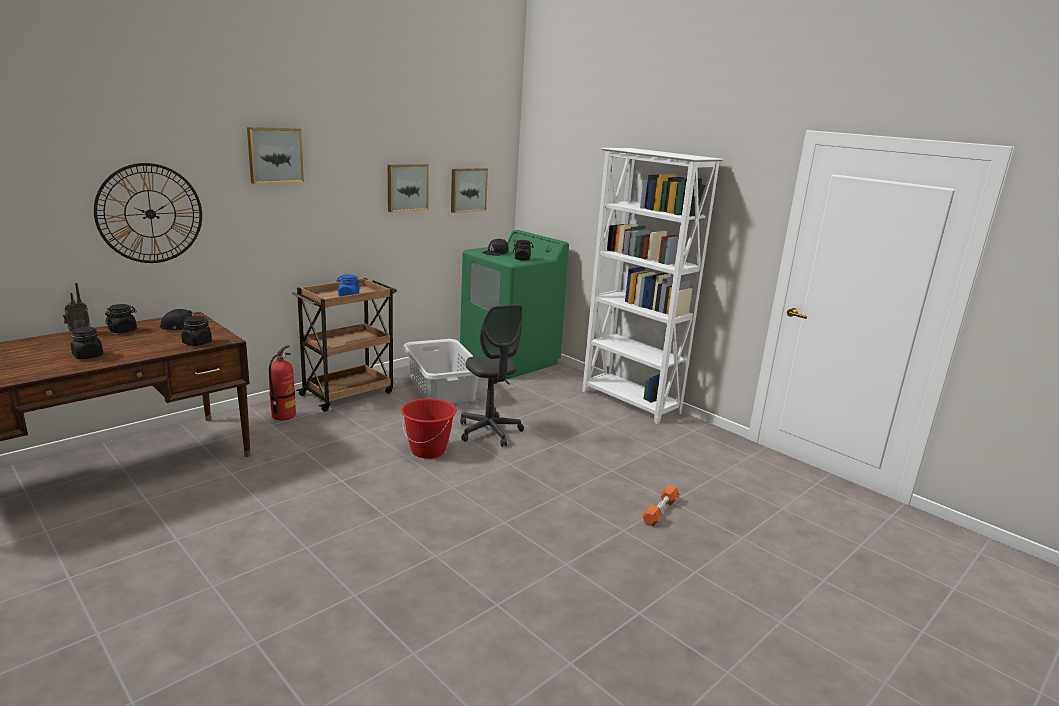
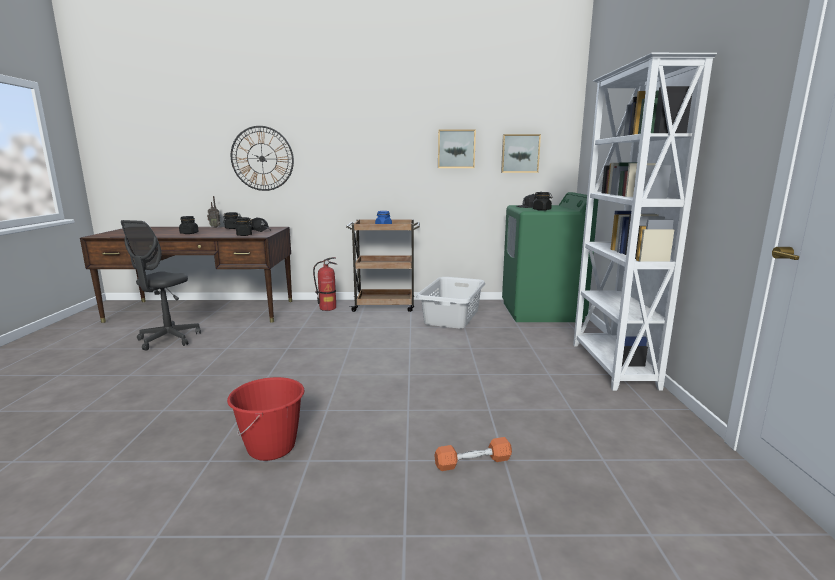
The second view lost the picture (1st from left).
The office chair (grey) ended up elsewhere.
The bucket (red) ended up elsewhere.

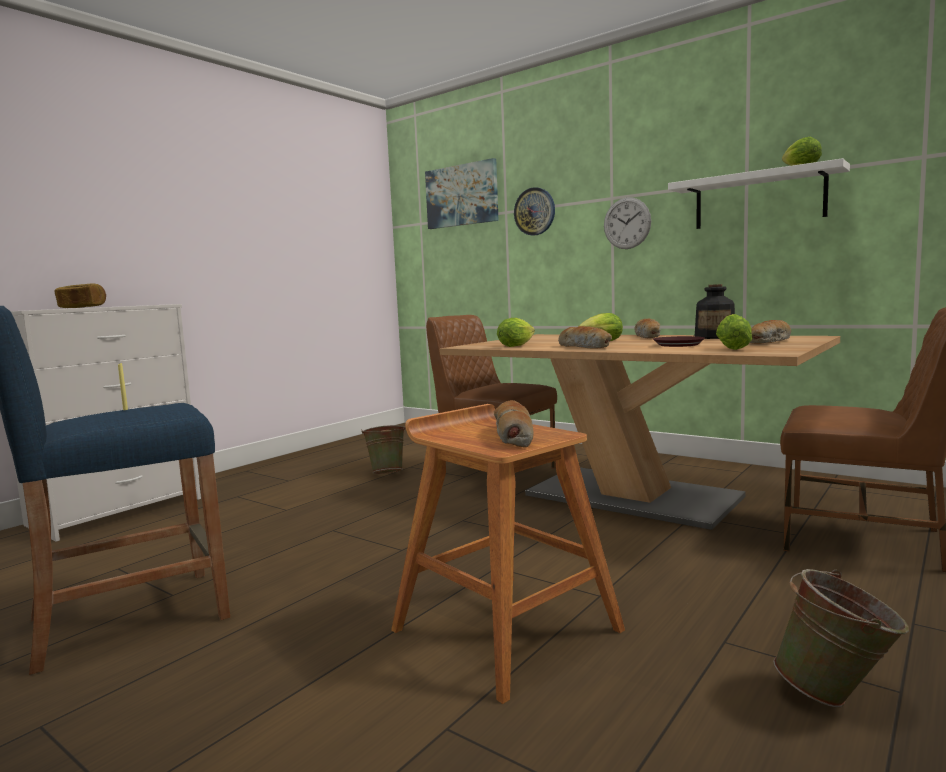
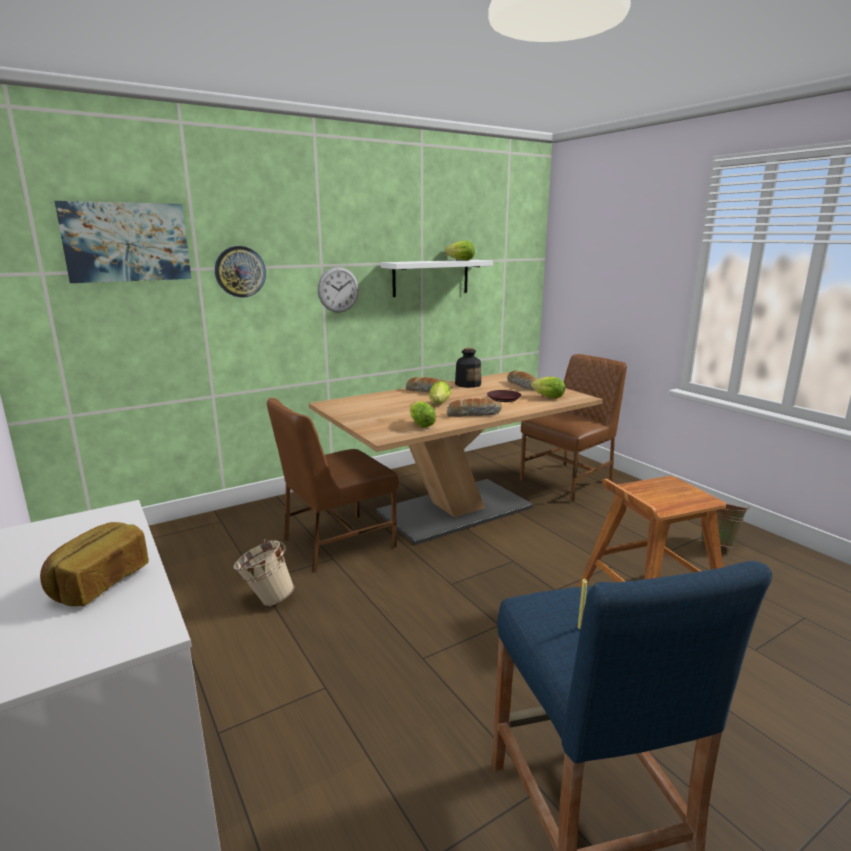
The second view lost the bread (2nd from left).
What was the bucket (green) (1st from left) turned into the bucket (beige).

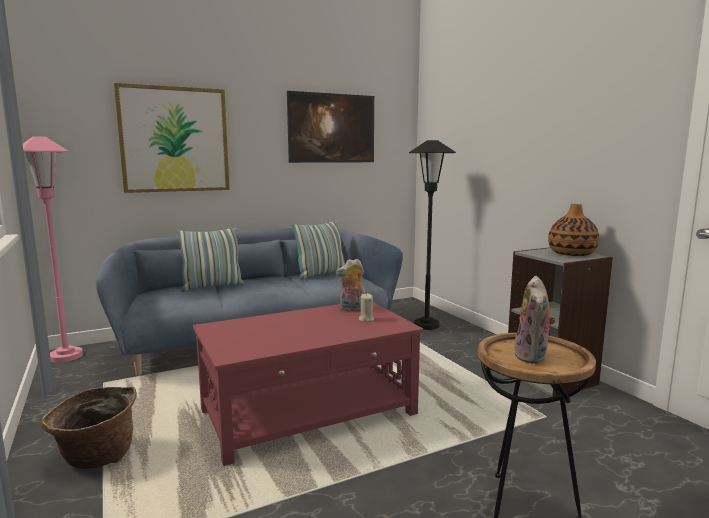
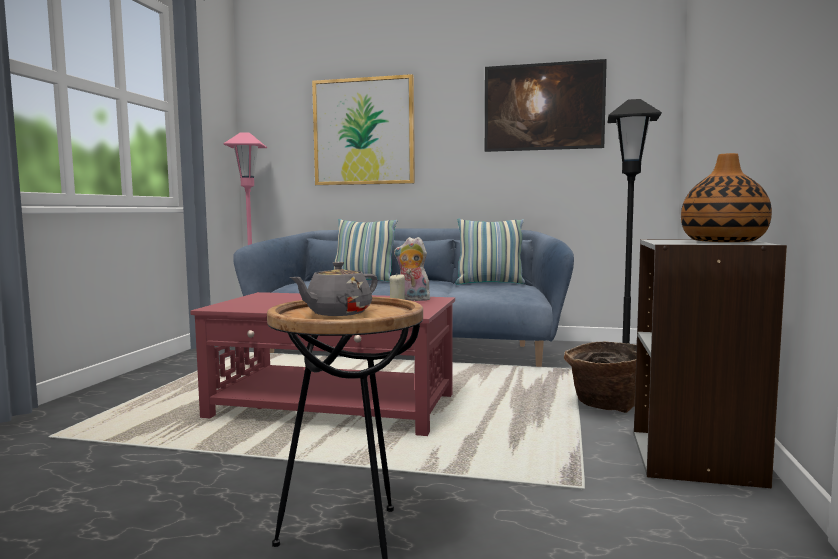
Where the plush toy (2nd from left) stood, the teapot (grey) came to stand.
The basket ended up elsewhere.

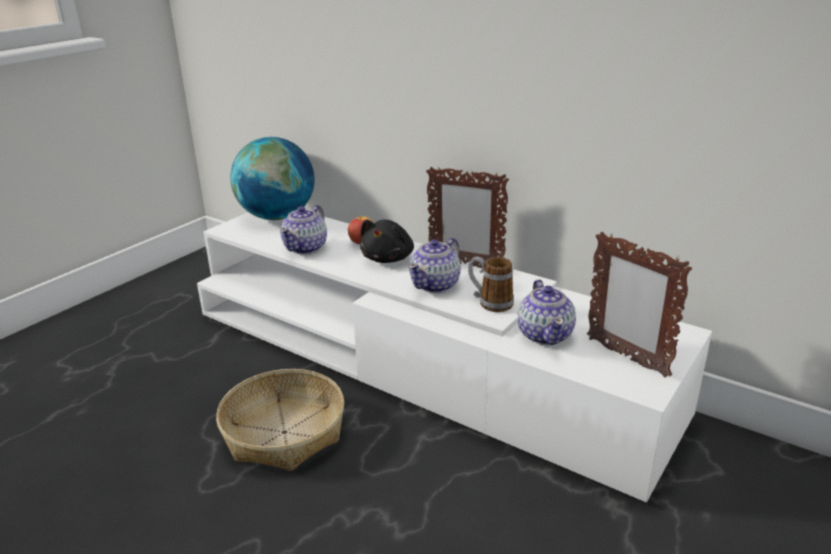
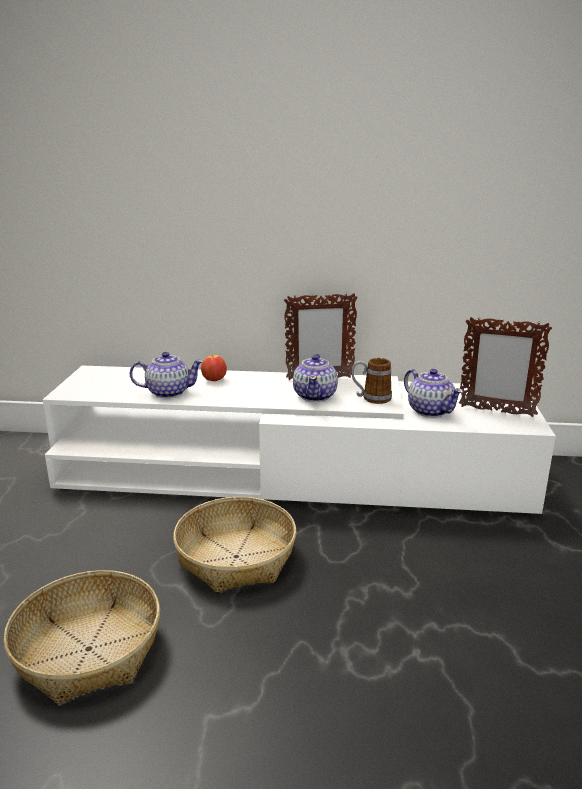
The second view lost the globe.
The teapot (1st from left) ended up facing another way, 90 degrees counterclockwise from before.
The second view lost the plush toy (black).
The second view gained the basket (1st from left).

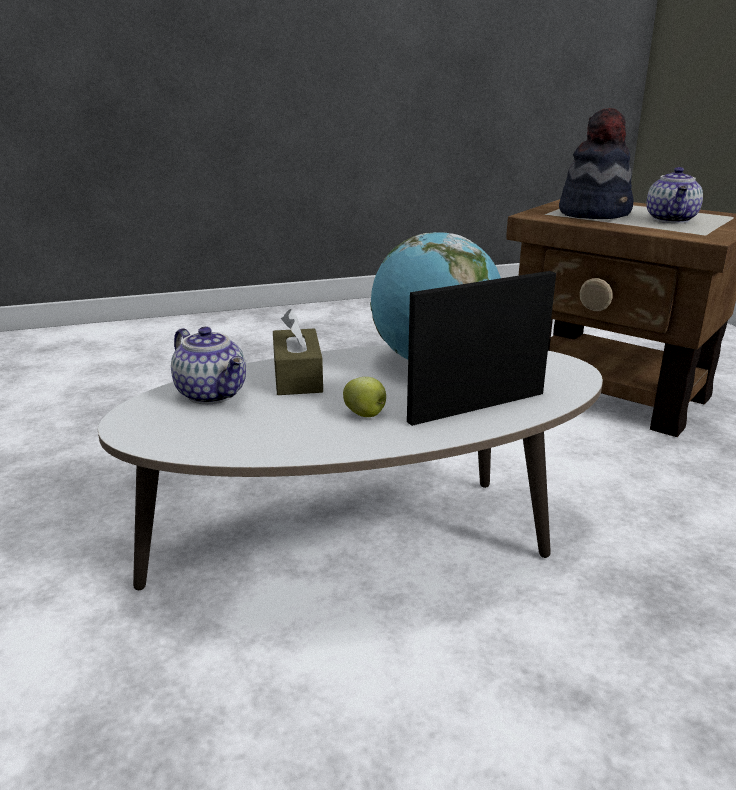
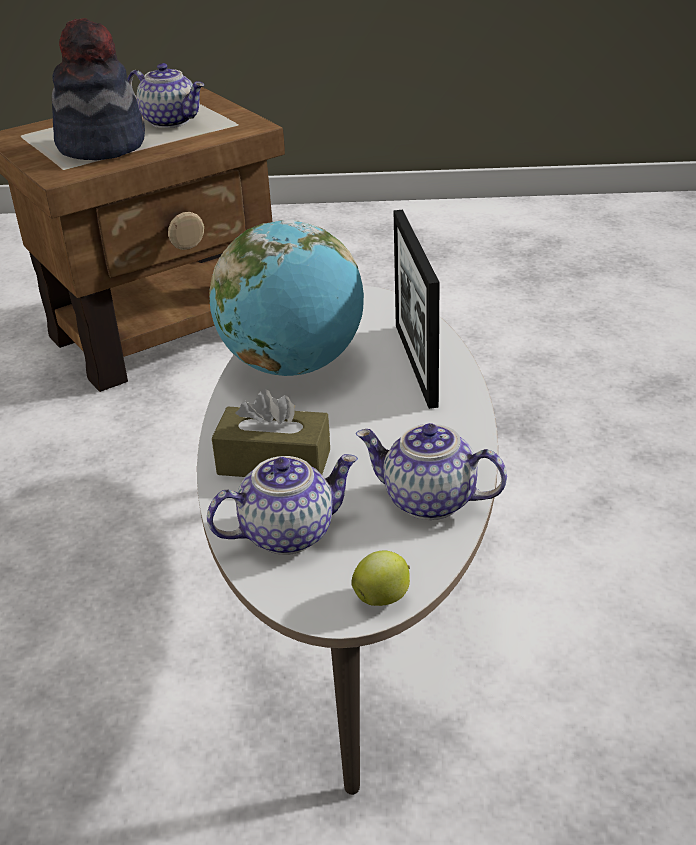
The apple ended up elsewhere.
The second view gained the teapot (3rd from left).

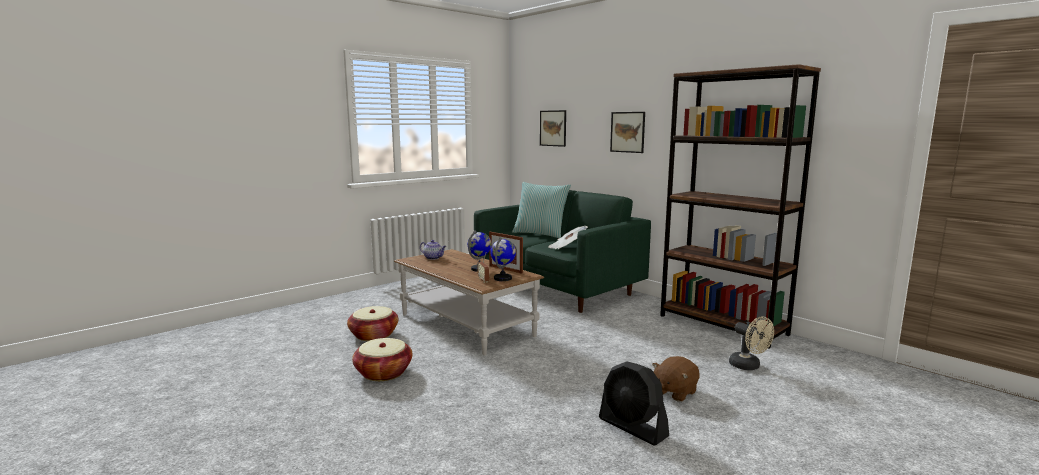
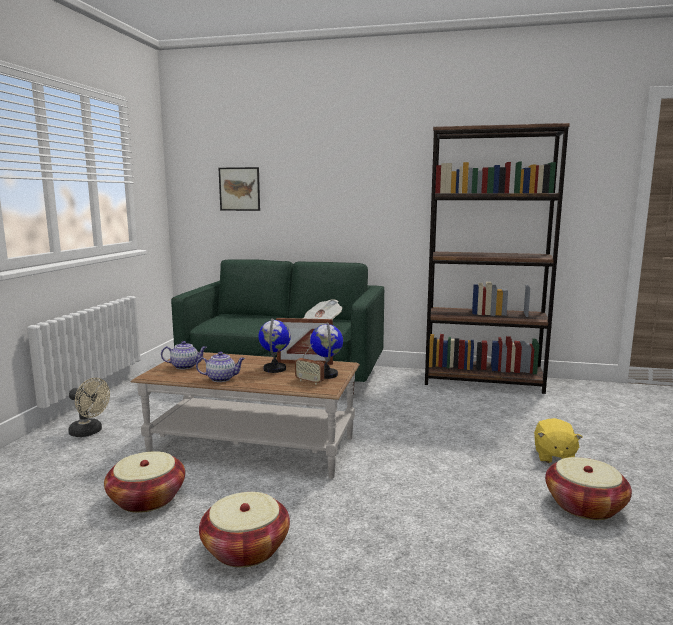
The second view lost the picture (2nd from left).
The second view lost the pillow.
The fan (beige) ended up elsewhere.
What was the plush toy (brown) turned into the plush toy (yellow).
Where the fan (black) stood, the basket (3rd from left) came to stand.
The second view gained the teapot (2nd from left).

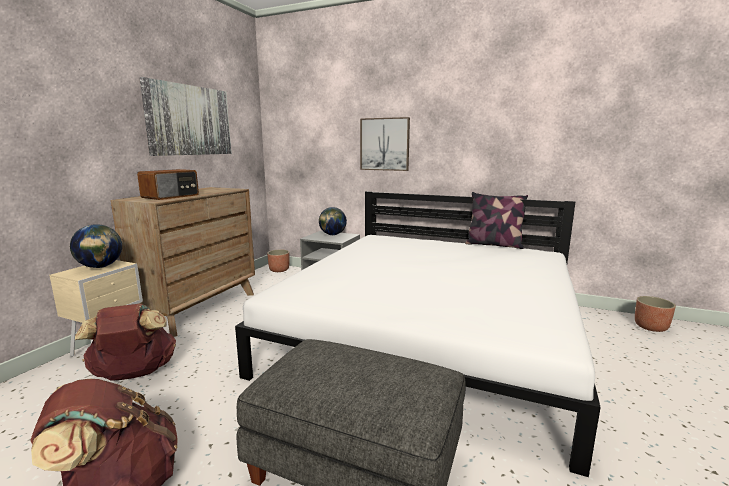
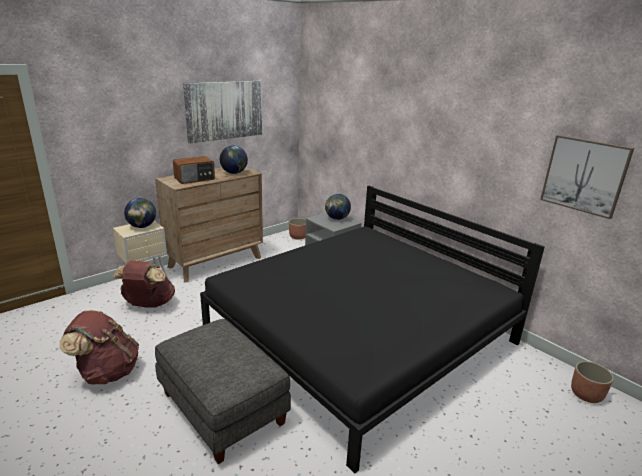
The picture (2nd from left) ended up elsewhere.
What was the bed (white) turned into the bed (black).
The second view lost the pillow.
The second view gained the globe (2nd from left).

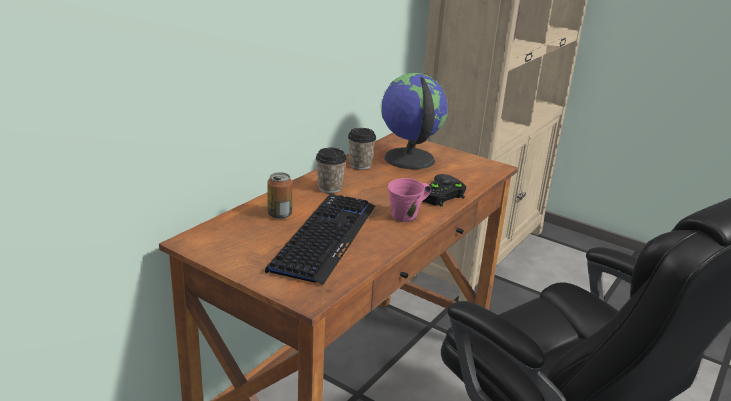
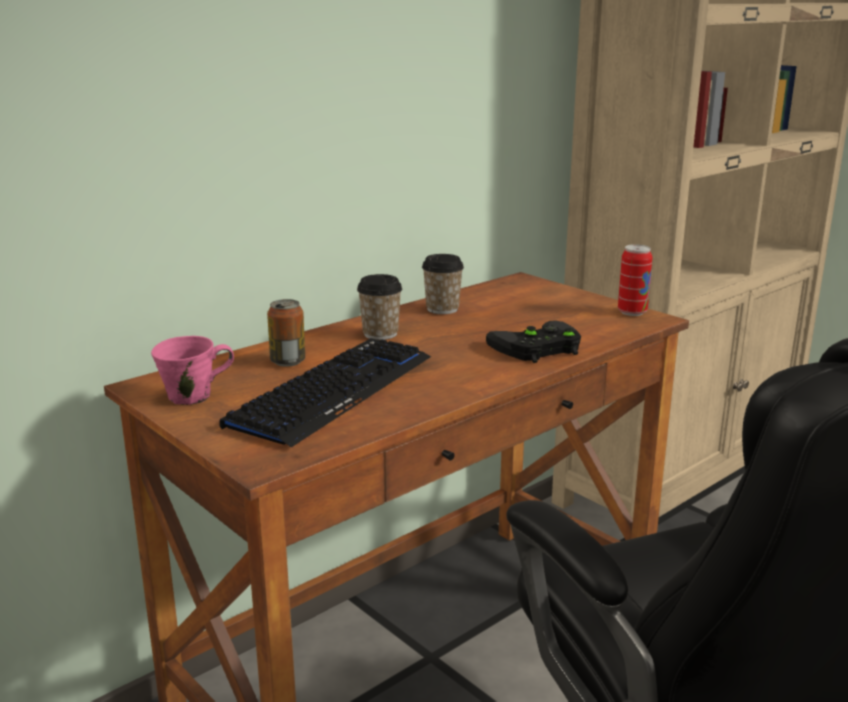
The second view lost the globe.
The mug (pink) ended up elsewhere.
The second view gained the can (2nd from left).

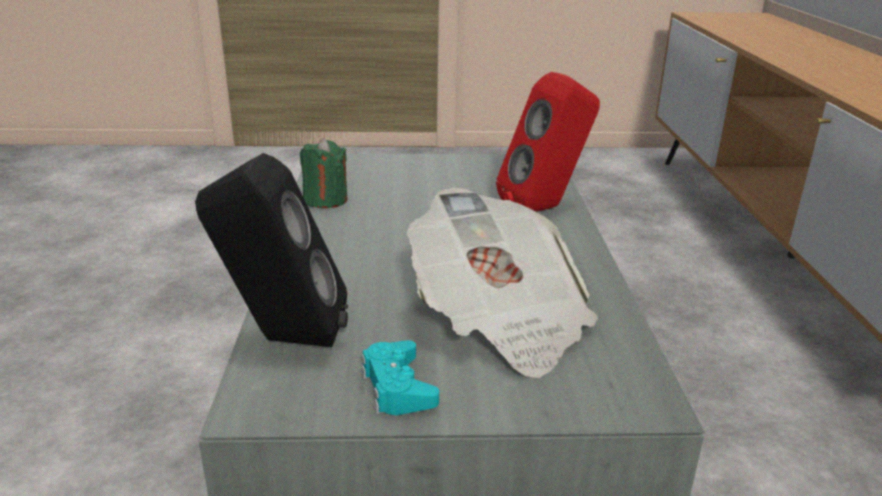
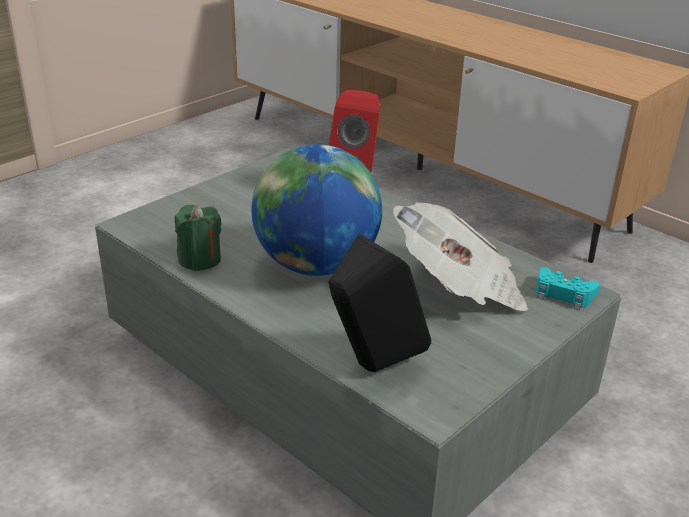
The game controller (turquoise) ended up elsewhere.
The second view gained the globe.

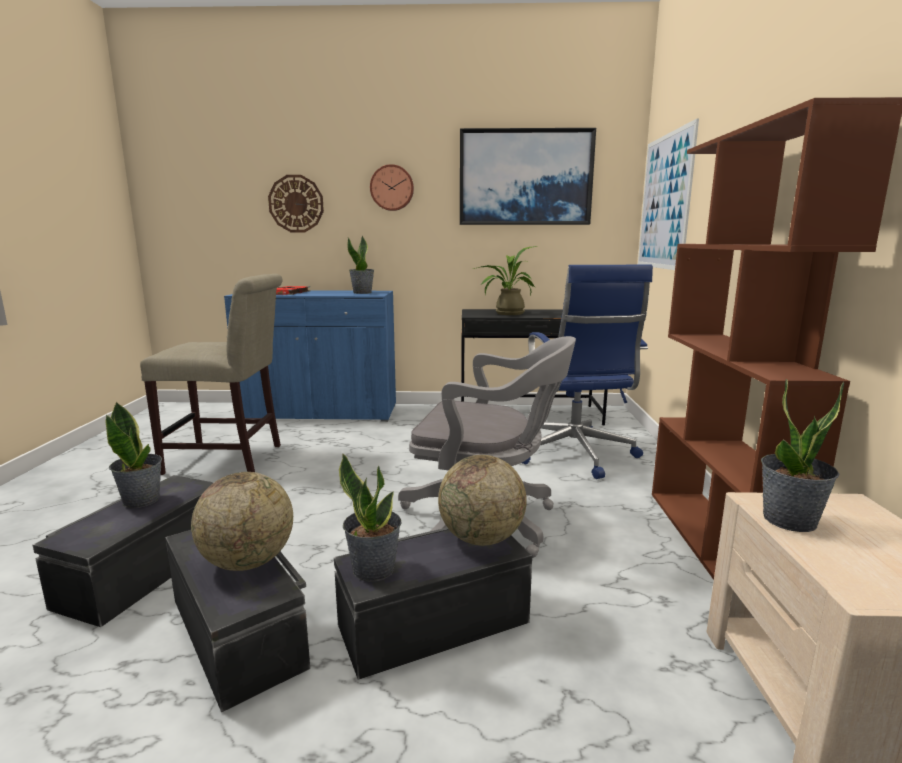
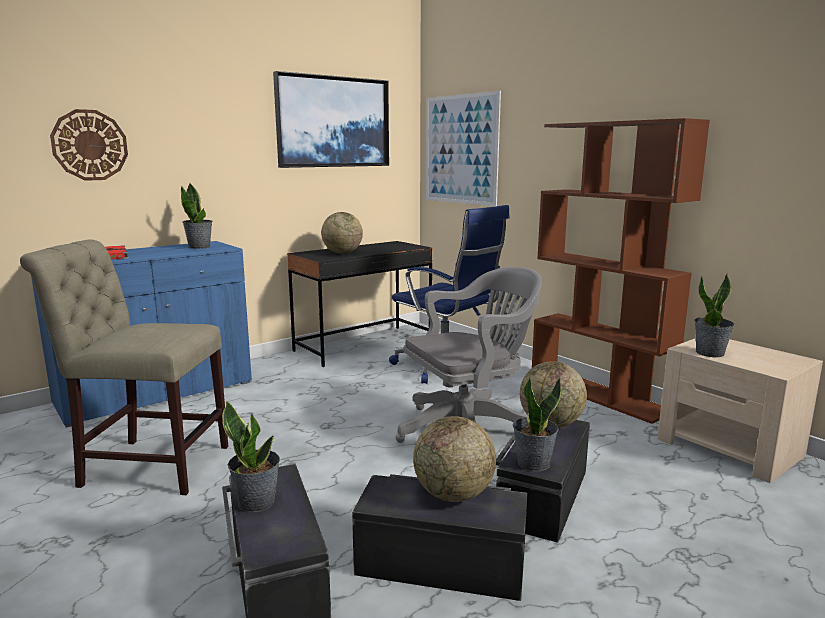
The second view lost the wall clock (2nd from left).
Where the potted plant (4th from left) stood, the globe (1st from left) came to stand.
The chair (beige) ended up facing another way, 135 degrees counterclockwise from before.

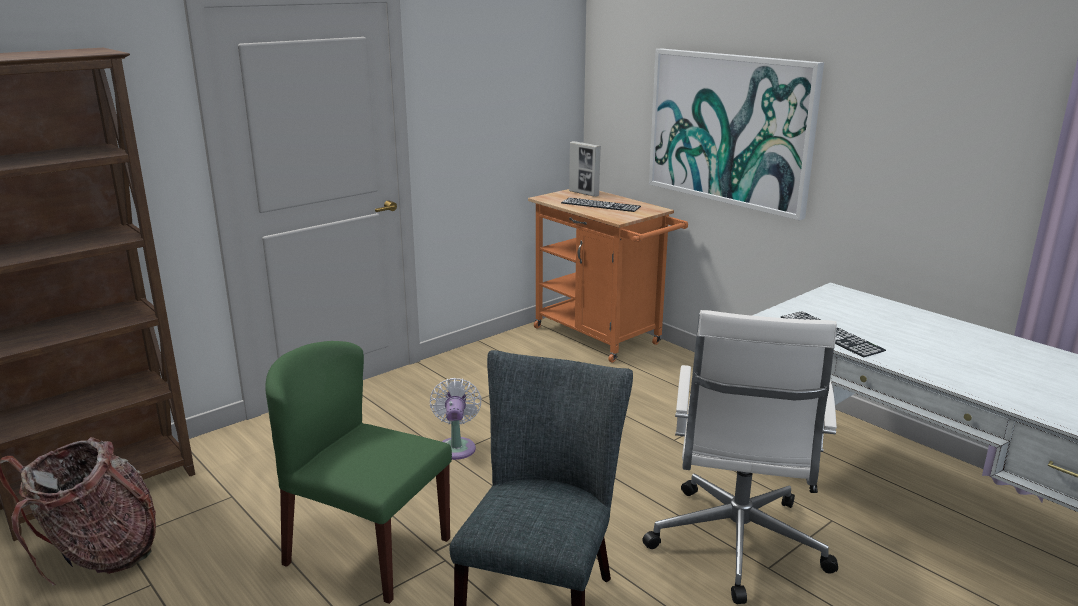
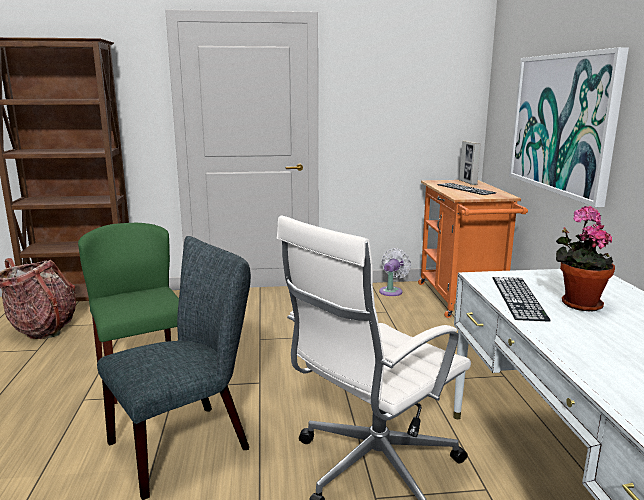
The fan (white) ended up elsewhere.
The second view gained the potted plant.

